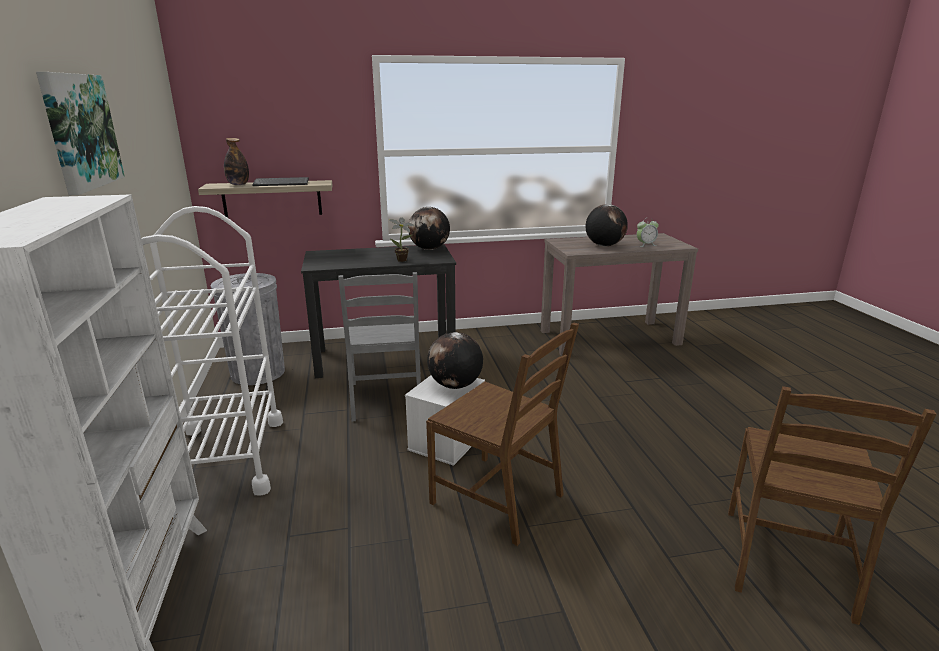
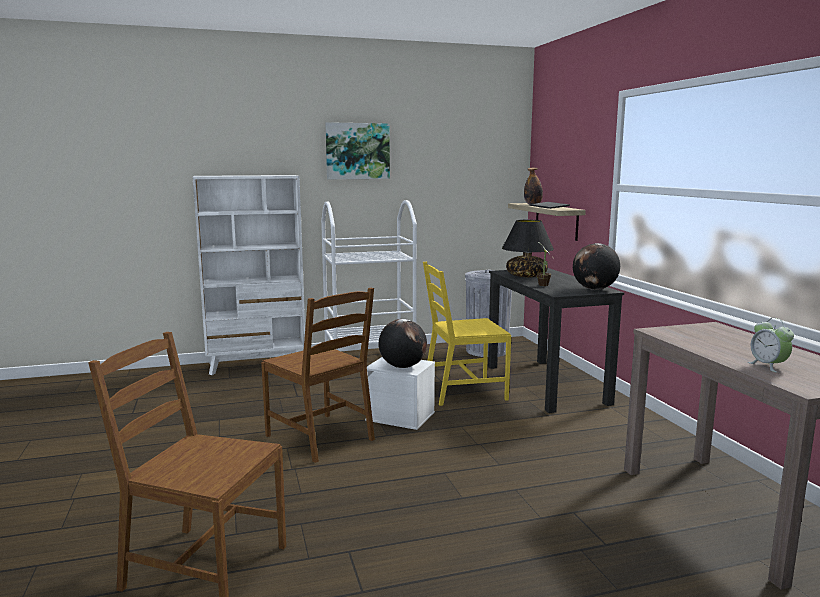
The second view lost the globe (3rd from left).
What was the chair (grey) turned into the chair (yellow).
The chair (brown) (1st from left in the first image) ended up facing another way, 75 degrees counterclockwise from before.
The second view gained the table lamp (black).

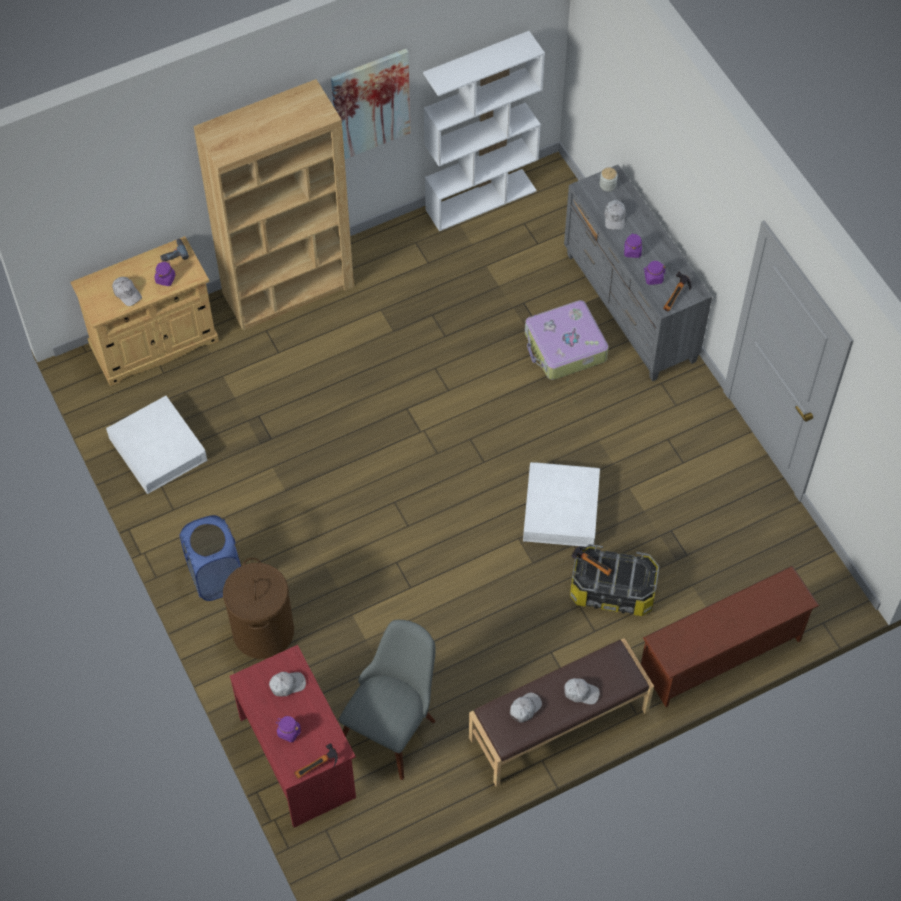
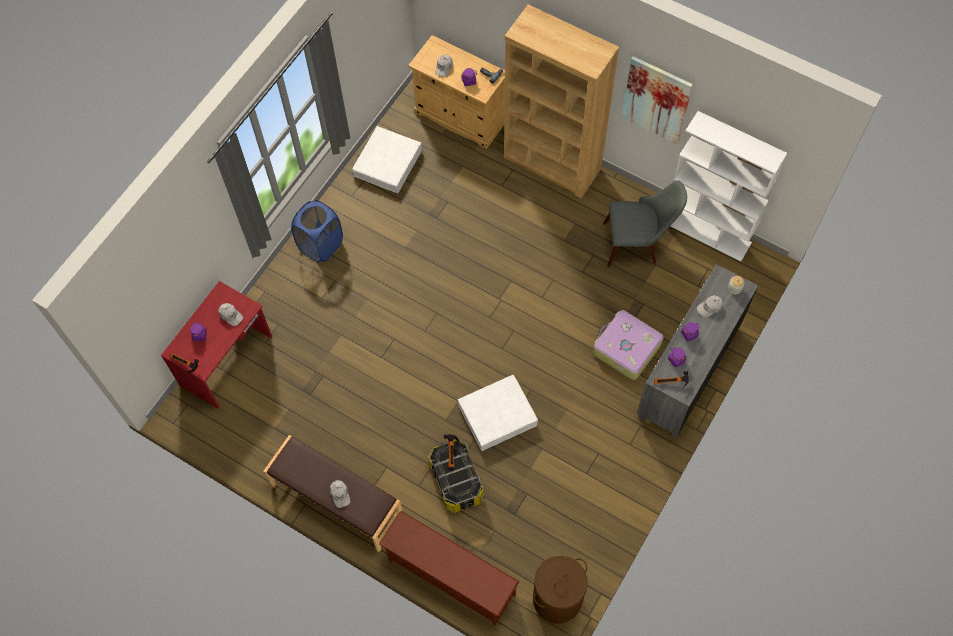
The laundry basket (brown) ended up elsewhere.
The chair (grey) ended up elsewhere.
The second view lost the cap (white) (3rd from left).

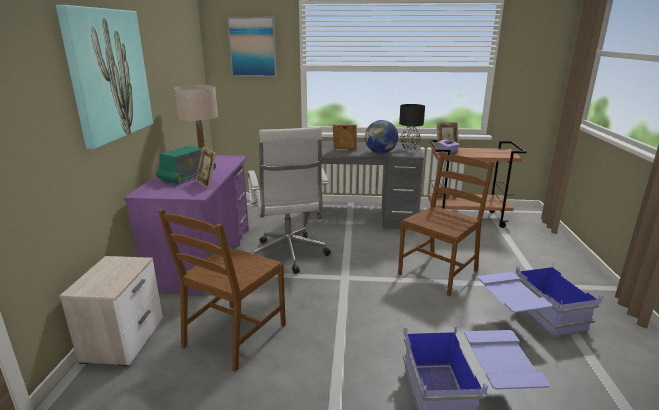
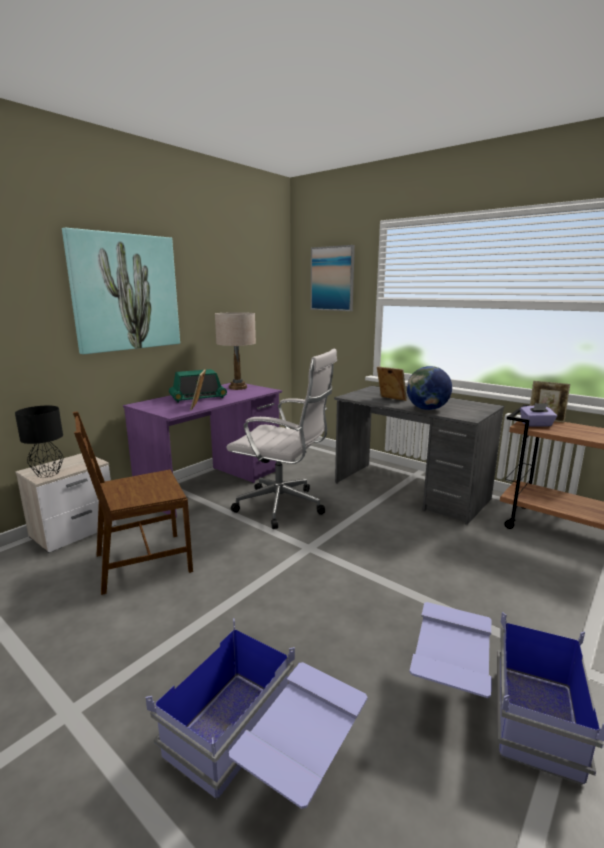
The table lamp (black) ended up elsewhere.
The office chair (white) ended up facing another way, 90 degrees counterclockwise from before.
The second view lost the chair (brown) (2nd from left).

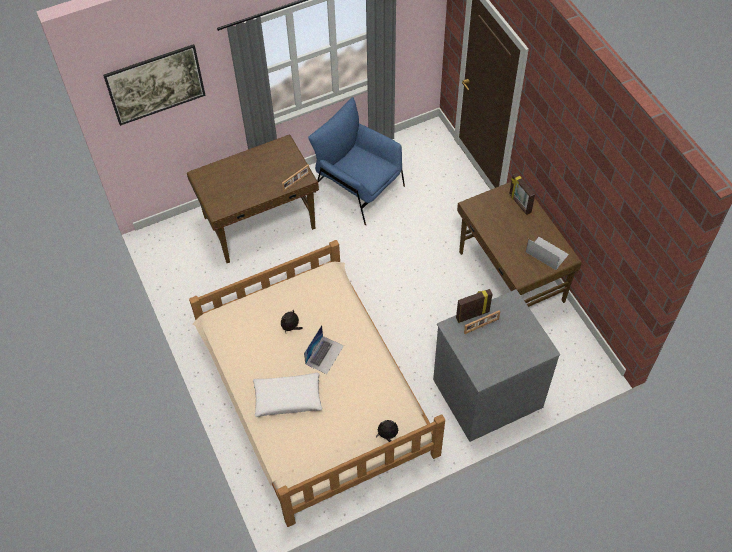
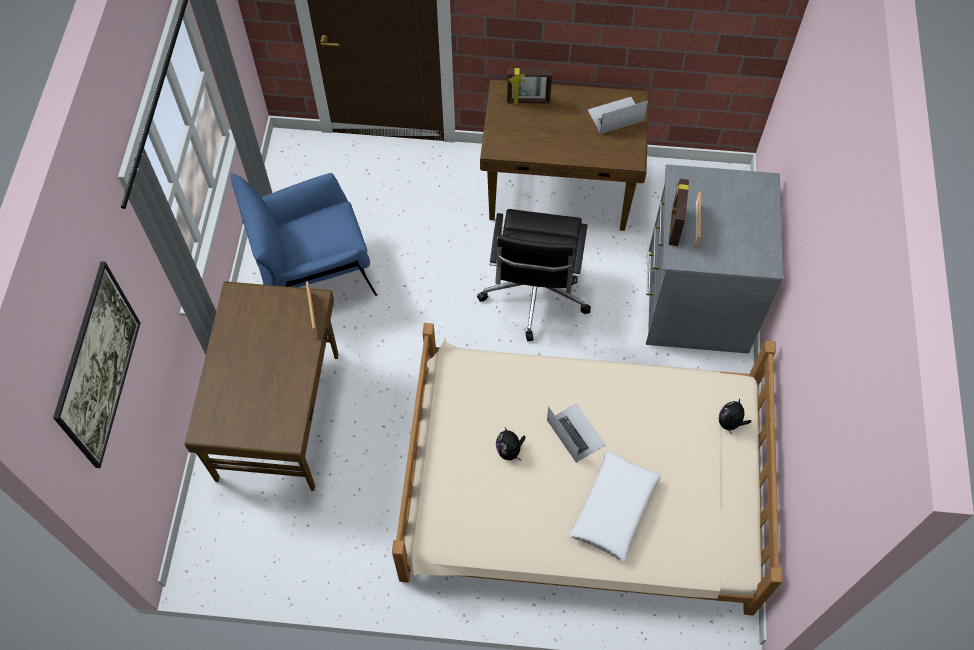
The second view gained the office chair (black).

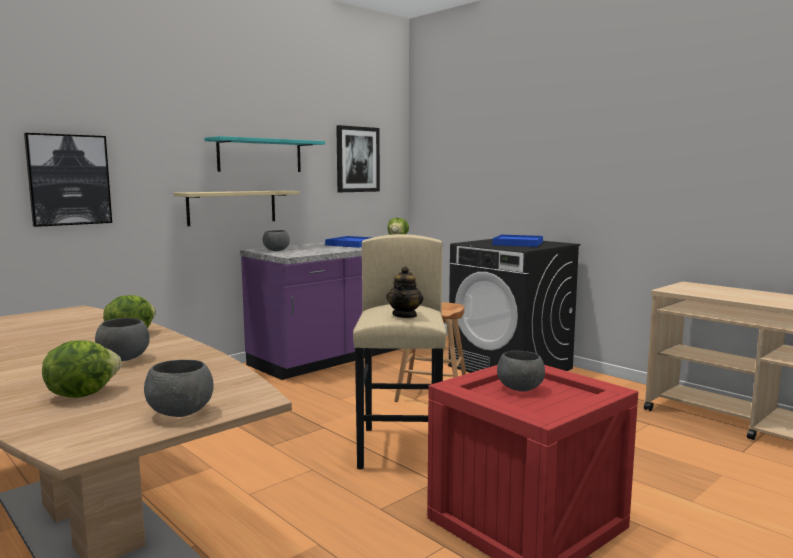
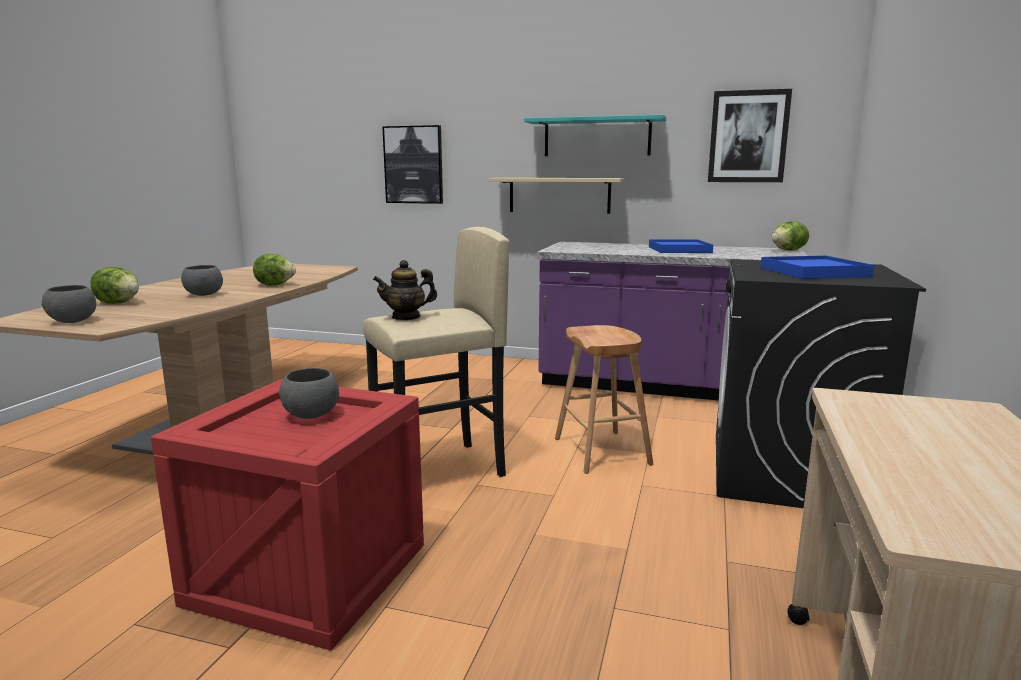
The second view lost the bowl (grey) (3rd from left).

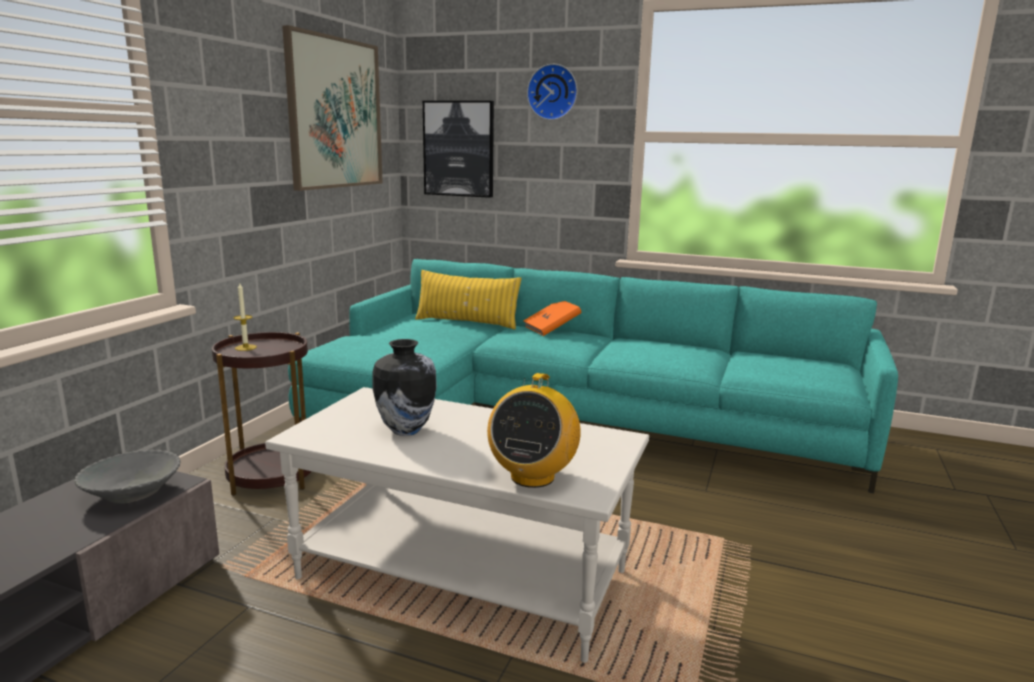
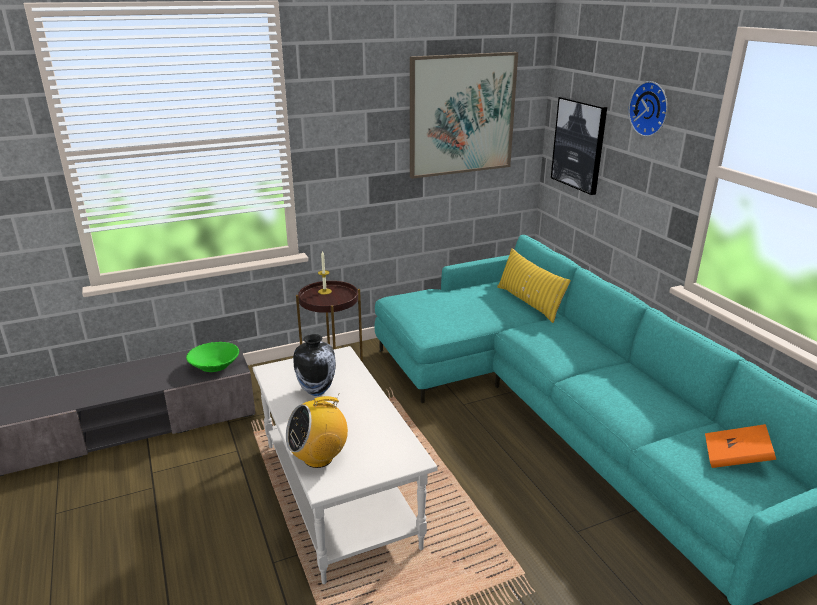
The book (orange) ended up elsewhere.
What was the bowl (grey) turned into the bowl (green).

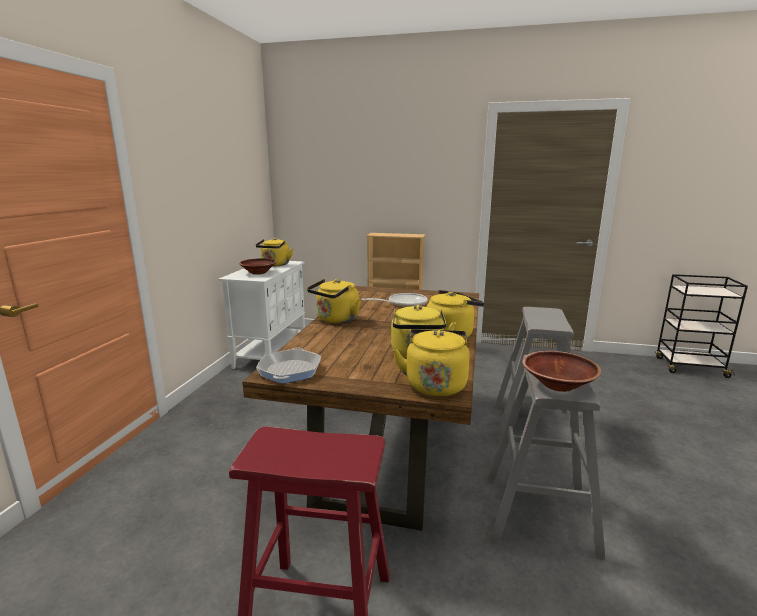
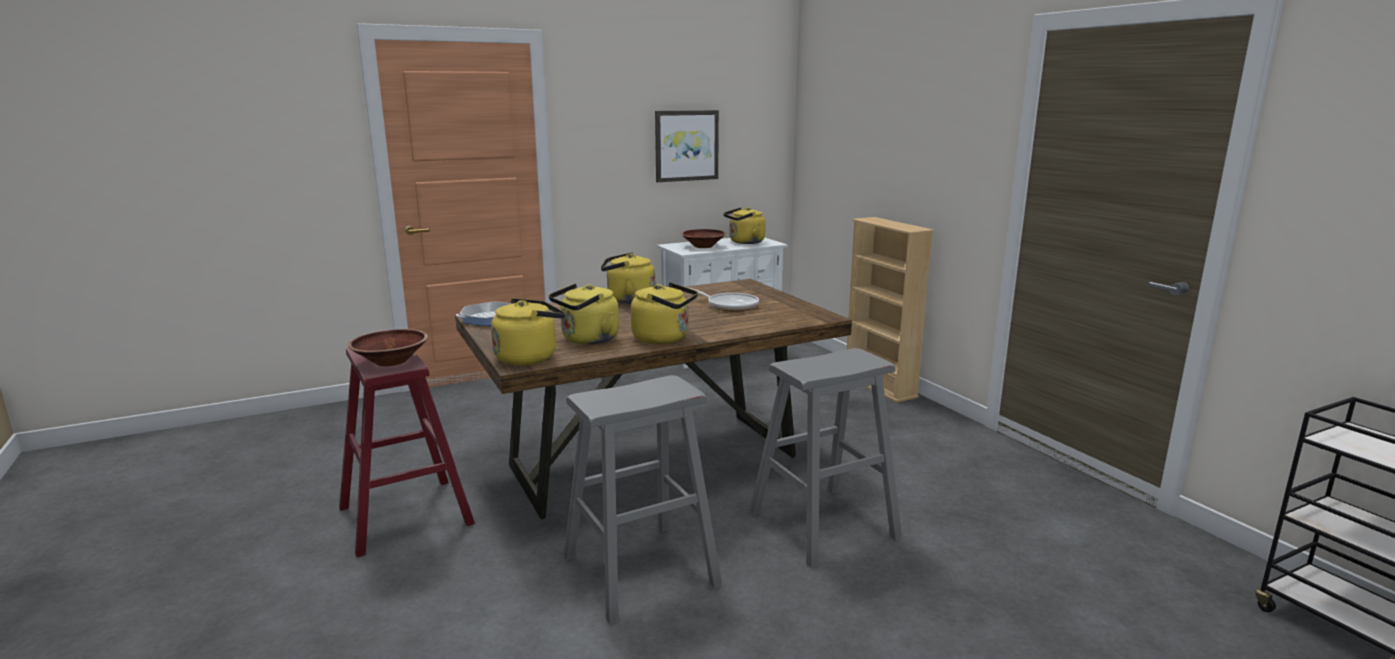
The bowl (brown) (2nd from left in the first image) ended up elsewhere.
The second view gained the picture.

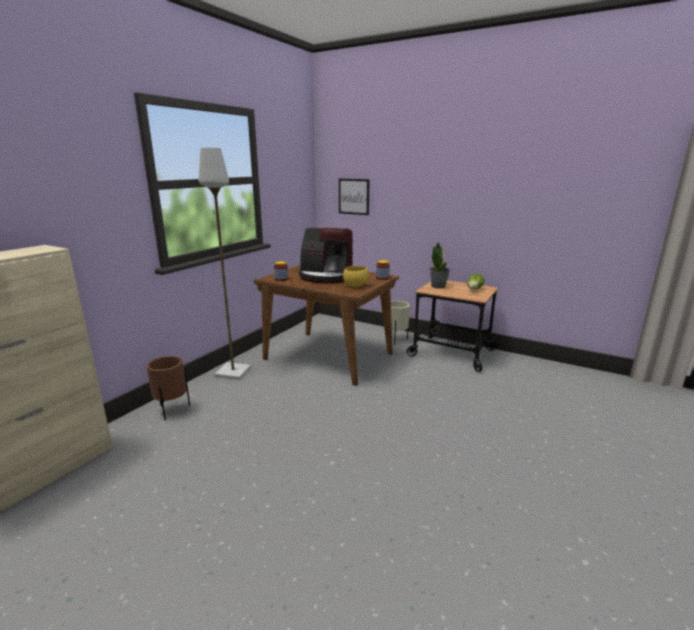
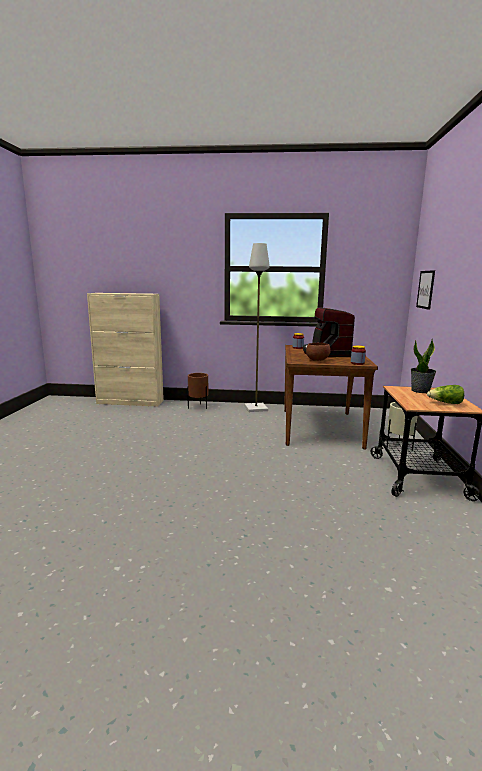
What was the bowl (yellow) turned into the bowl (brown).

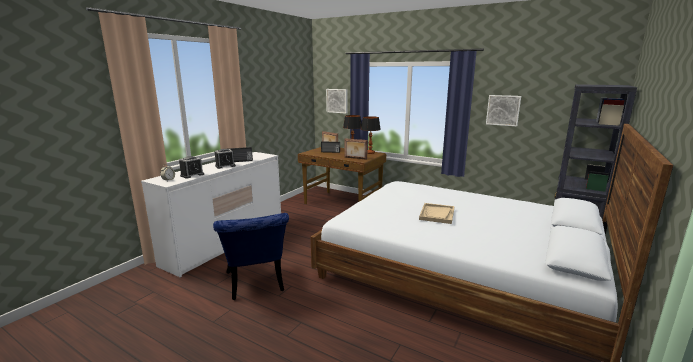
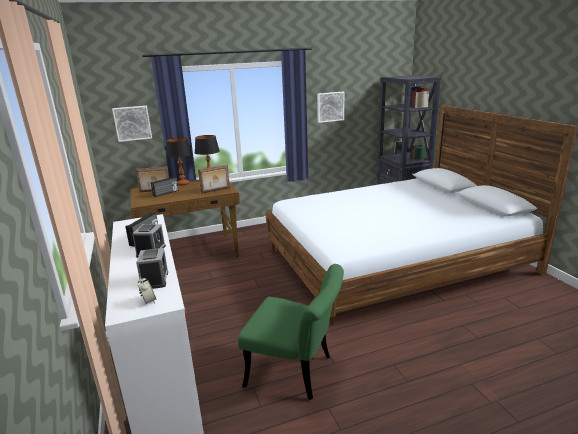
The second view lost the tray (beige).
What was the chair (blue) turned into the chair (green).

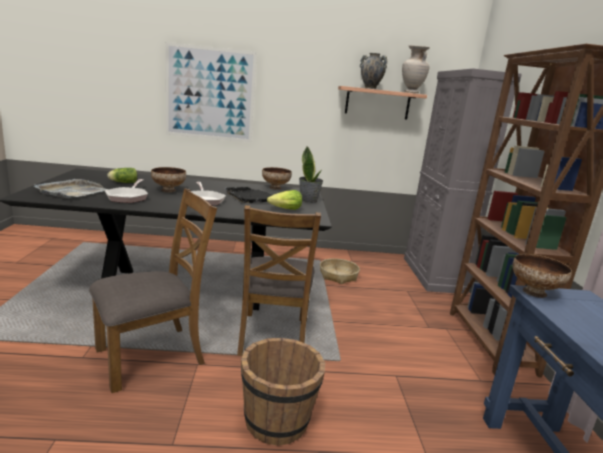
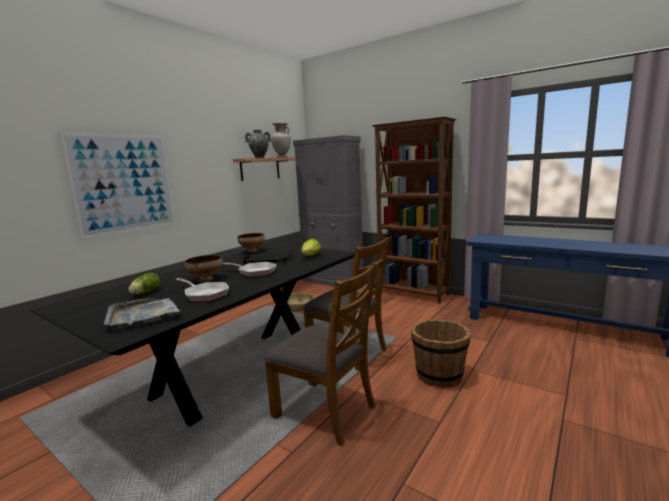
The second view lost the potted plant.
The chair (brown) (1st from left) ended up facing another way, 120 degrees clockwise from before.
The second view lost the bowl (3rd from left).

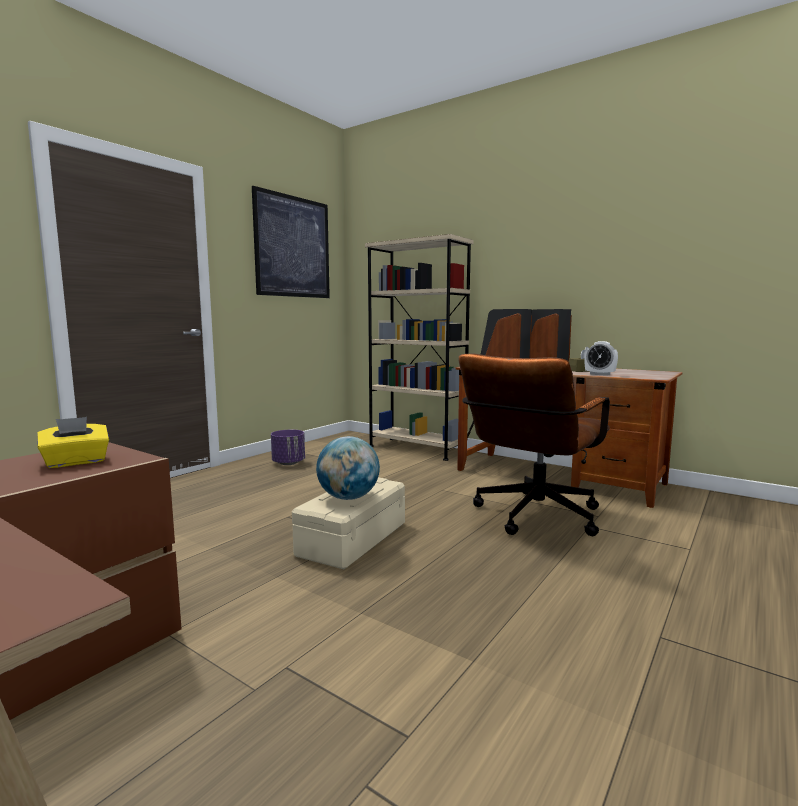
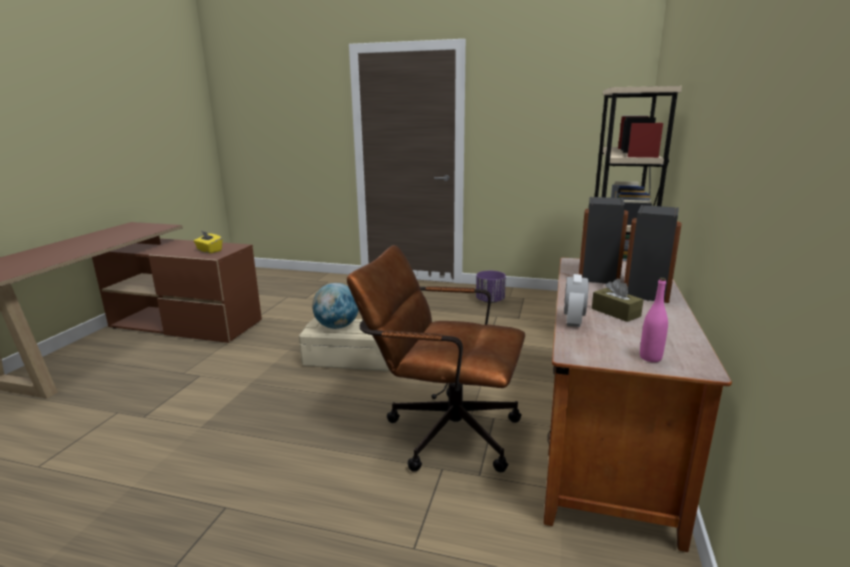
The second view lost the picture.
The second view gained the bottle (pink).

